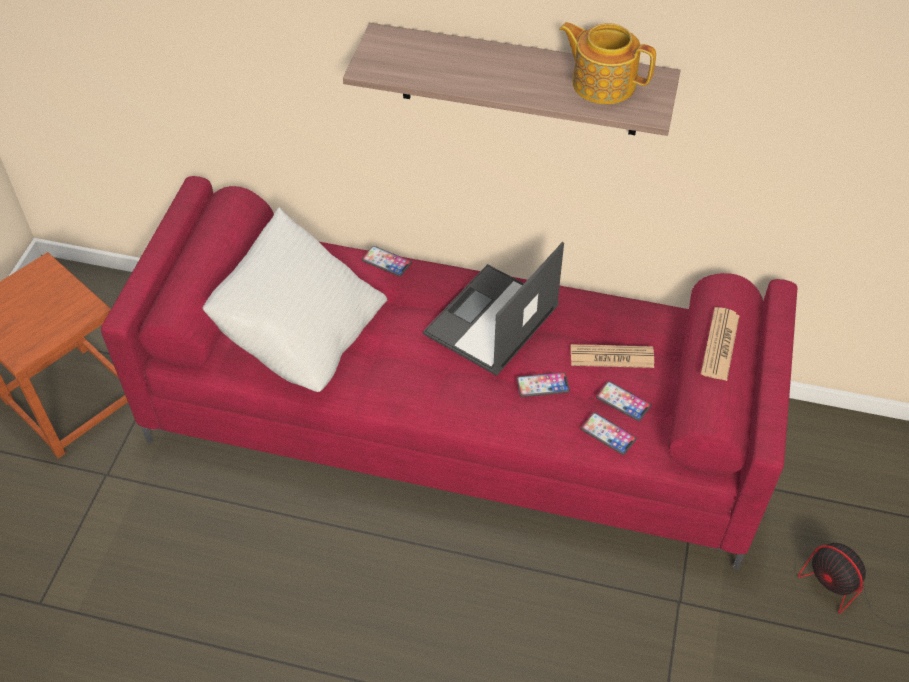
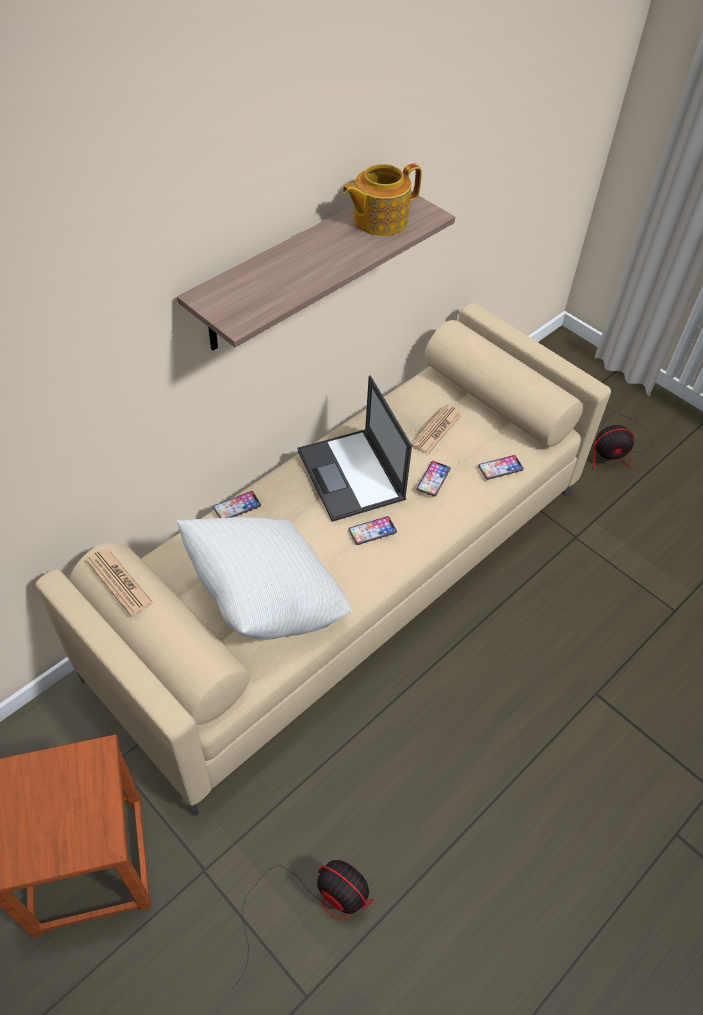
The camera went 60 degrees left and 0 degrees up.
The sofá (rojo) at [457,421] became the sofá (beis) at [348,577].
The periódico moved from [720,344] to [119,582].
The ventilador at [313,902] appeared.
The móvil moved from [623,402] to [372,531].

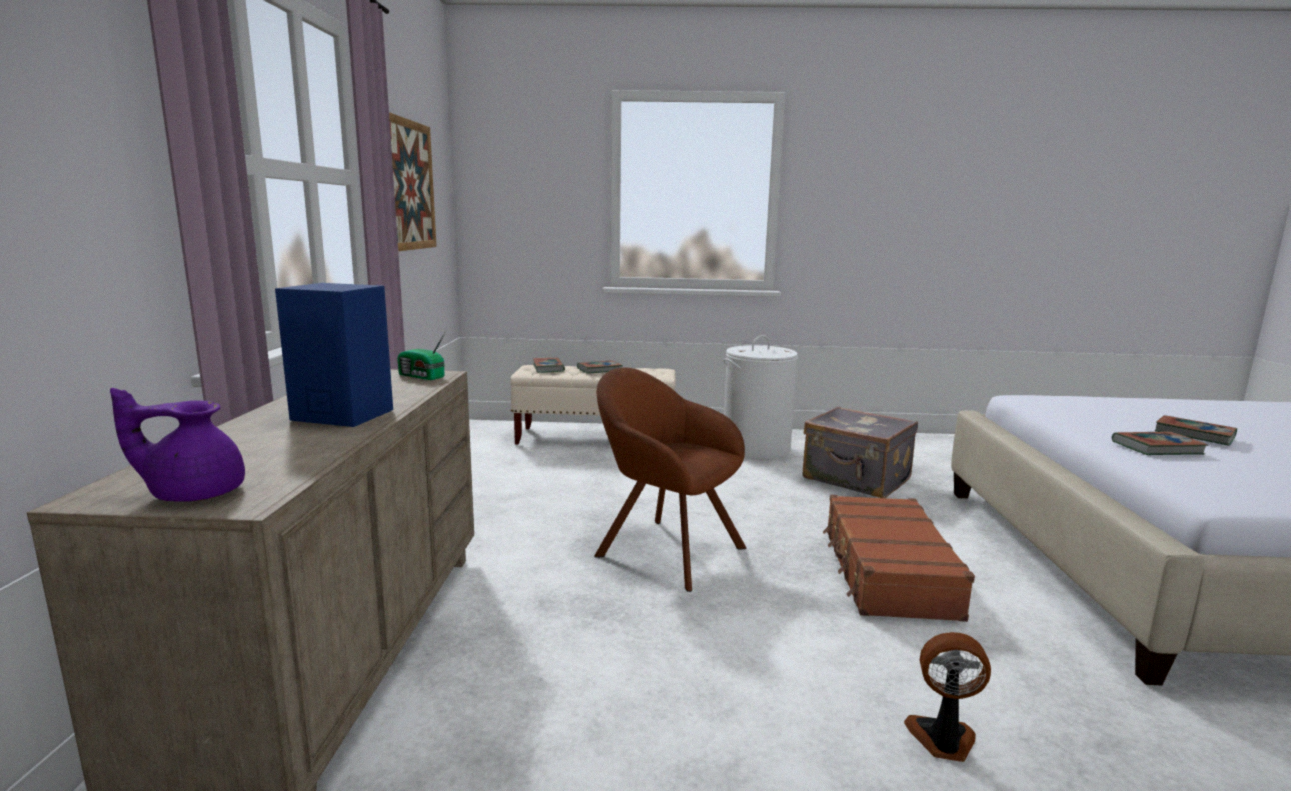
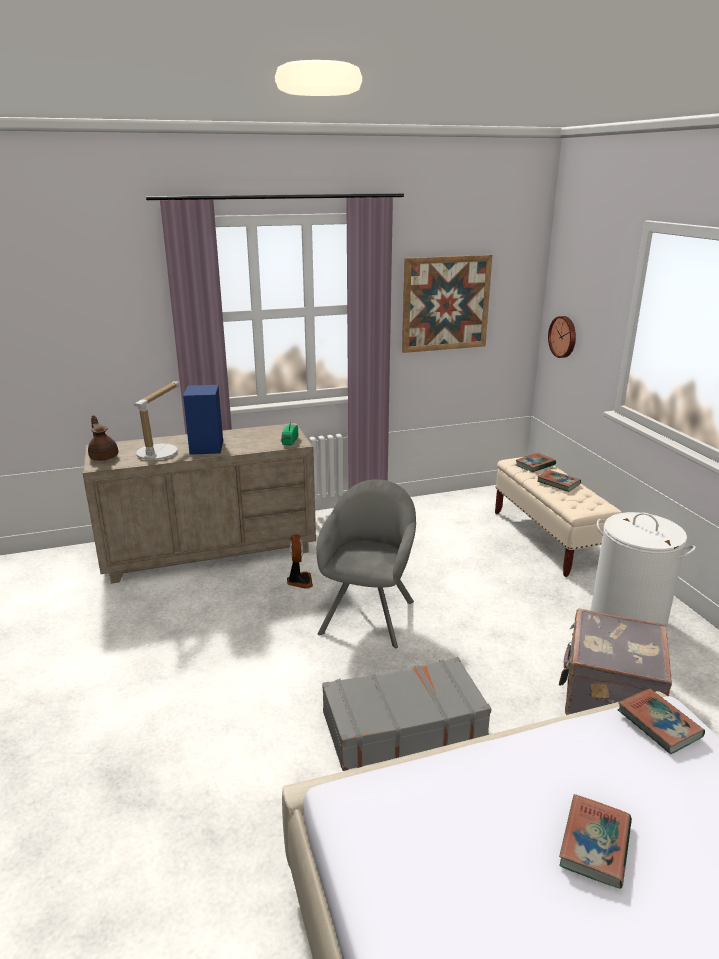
The camera went 70 degrees right and 10 degrees up.
The tetera (morado) at [194,493] became the tetera (marrón) at [104,457].
The lámpara de mesa at [160,451] appeared.
The ventilador moved from [942,740] to [299,581].
The sillón (marrón) at [664,549] became the sillón (gris) at [369,613].
The maleta (marrón) at [887,572] became the maleta (gris) at [402,725].
The reloj de pared at [563,336] appeared.
The libro moved from [1157,448] to [659,724].

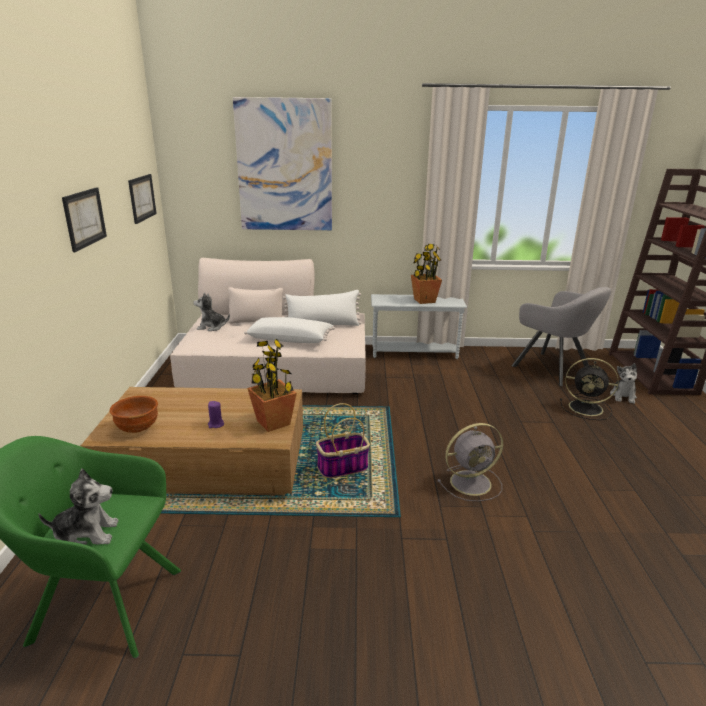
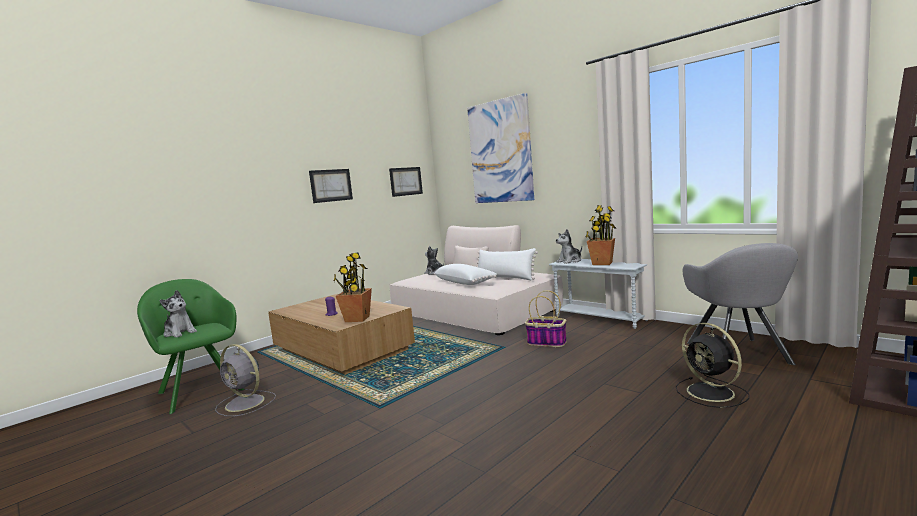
The camera went 45 degrees right and 15 degrees down.
The ventilador (gris) moved from [472,482] to [246,403].
The cesta moved from [342,468] to [545,343].
The peluche moved from [623,396] to [570,261].
The cuenco (marrón) at [138,429] disappeared.

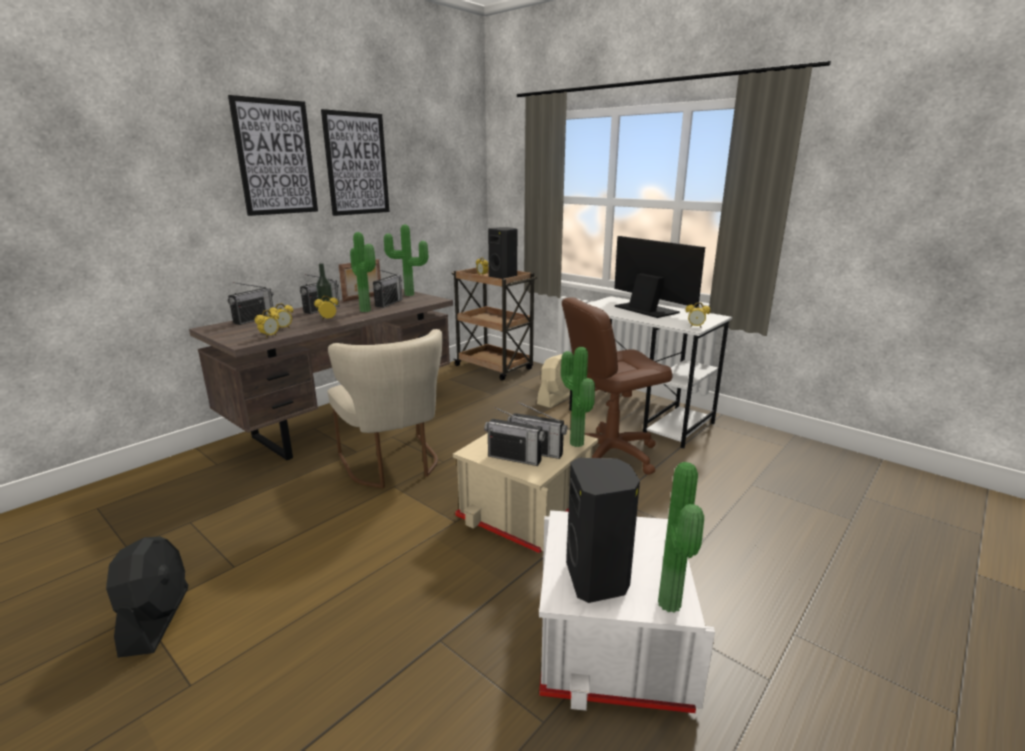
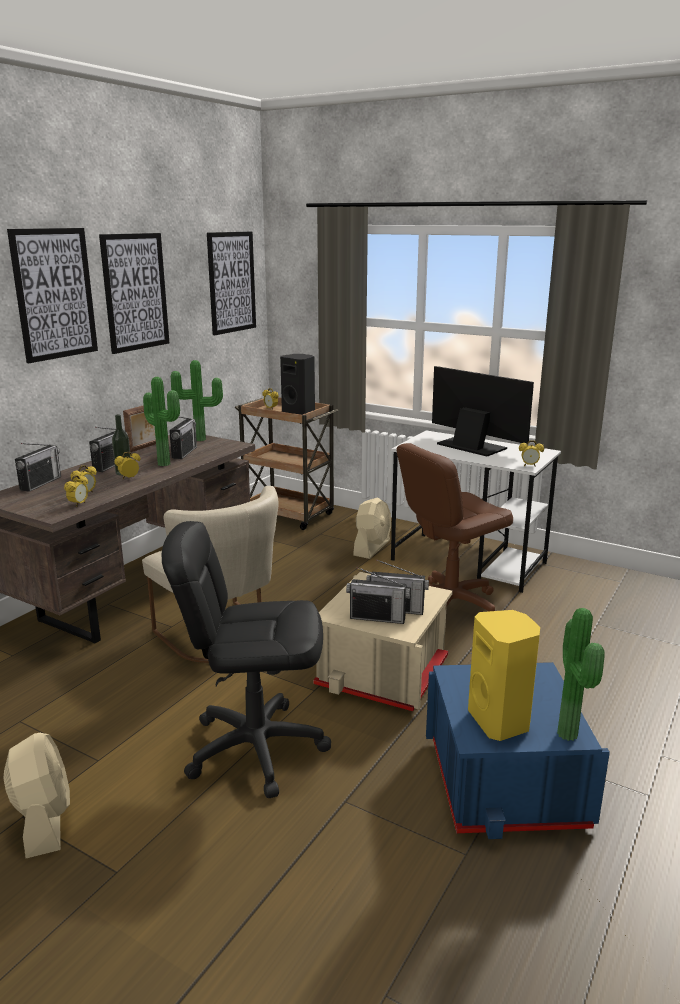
The camera went 10 degrees left and 0 degrees up.
The ventilador (negro) at [157,620] became the ventilador (beis) at [44,820].
The silla de oficina (negro) at [255,748] appeared.
The cuadro at [231,282] appeared.
The caja de almacenaje (blanco) at [612,641] became the caja de almacenaje (azul) at [505,782].
The altavoz (negro) at [598,579] became the altavoz (amarillo) at [500,721].
The planta en maceta at [574,444] disappeared.

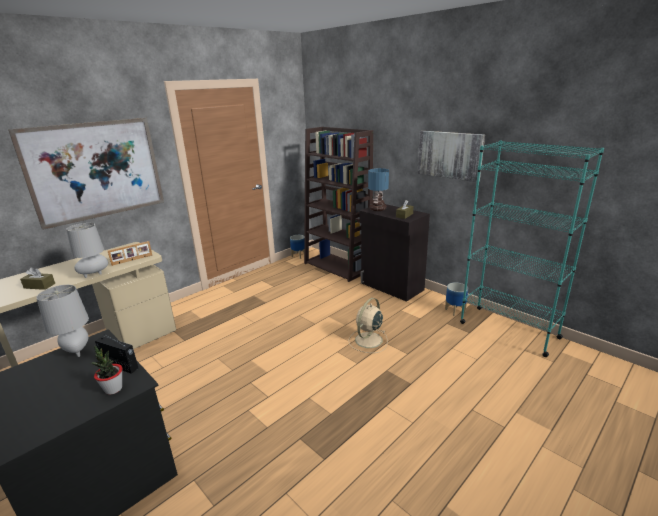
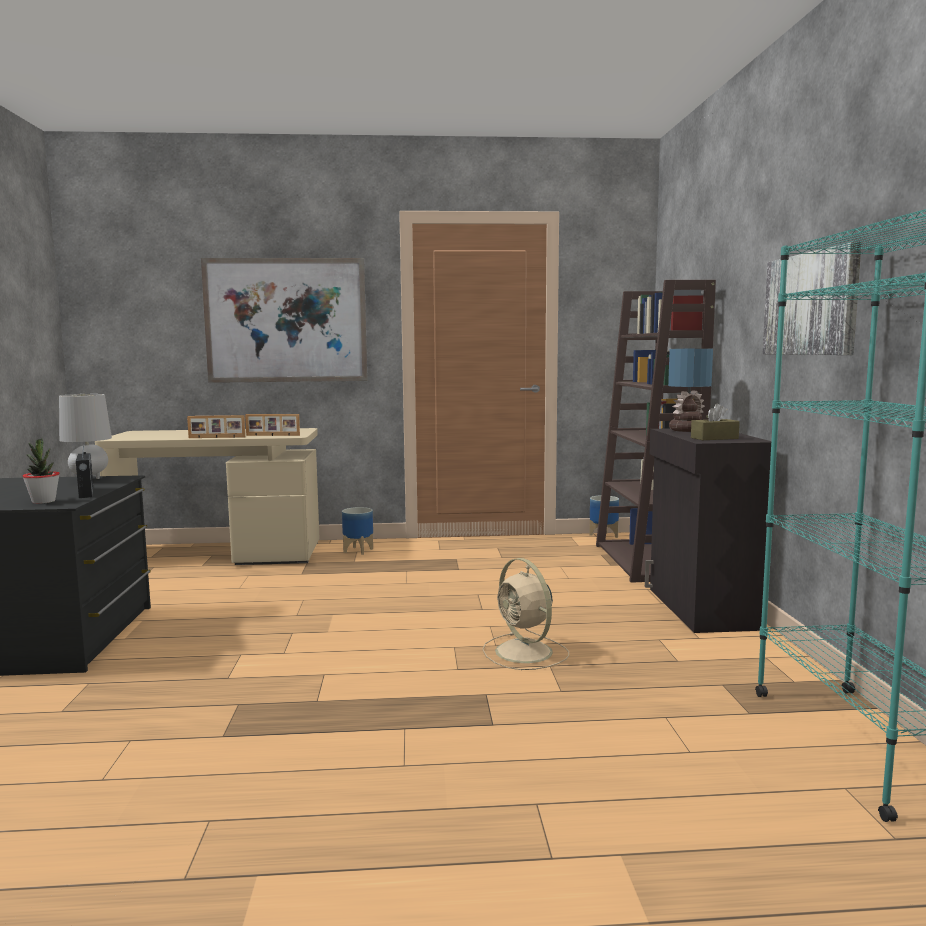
The camera went 40 degrees right and 15 degrees down.
The lámpara de mesa (gris) at [95,274] was replaced by the portarretratos at [216,437].
The maceta moved from [455,311] to [358,551].
The ventilador (beis) at [368,340] turned 105 degrees counterclockwise.
The caja de pañuelos (marrón) at [39,286] disappeared.

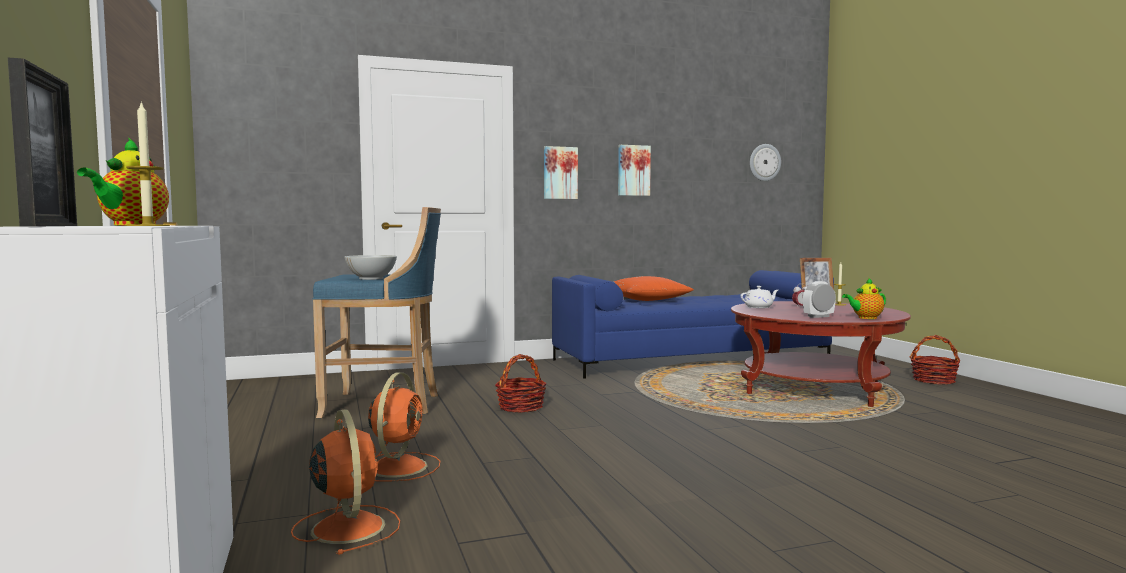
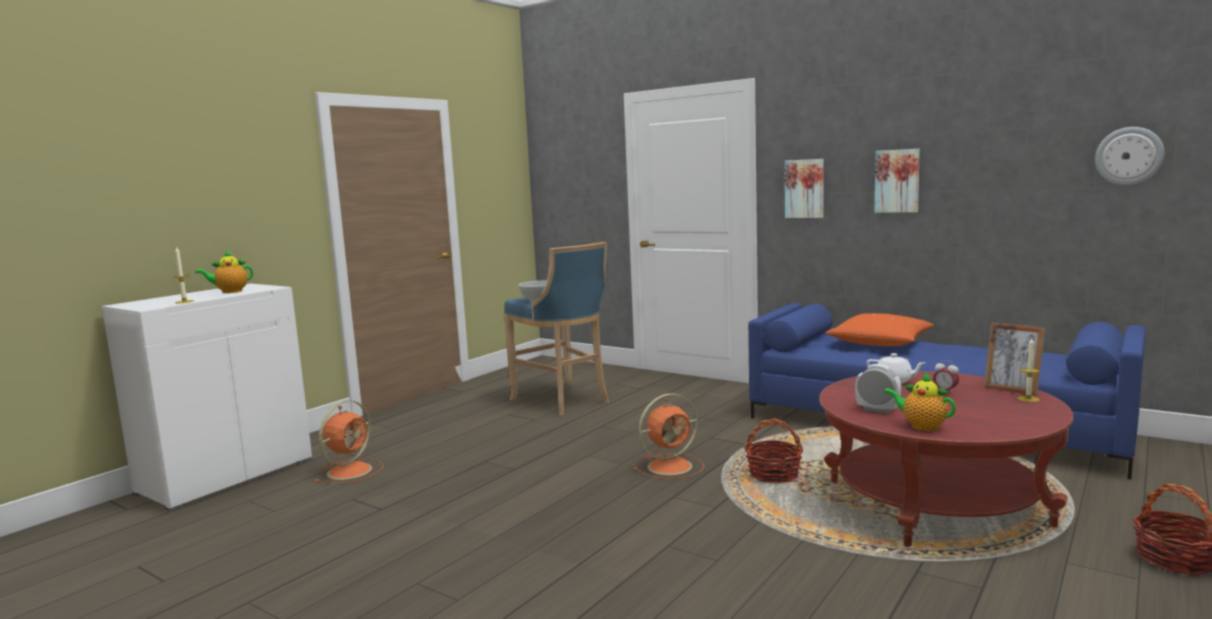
The camera went 55 degrees right and 5 degrees up.
The ventilador (naranja) moved from [399,466] to [671,466].
The cesta moved from [521,407] to [774,475].
The portarretratos at [50,226] disappeared.

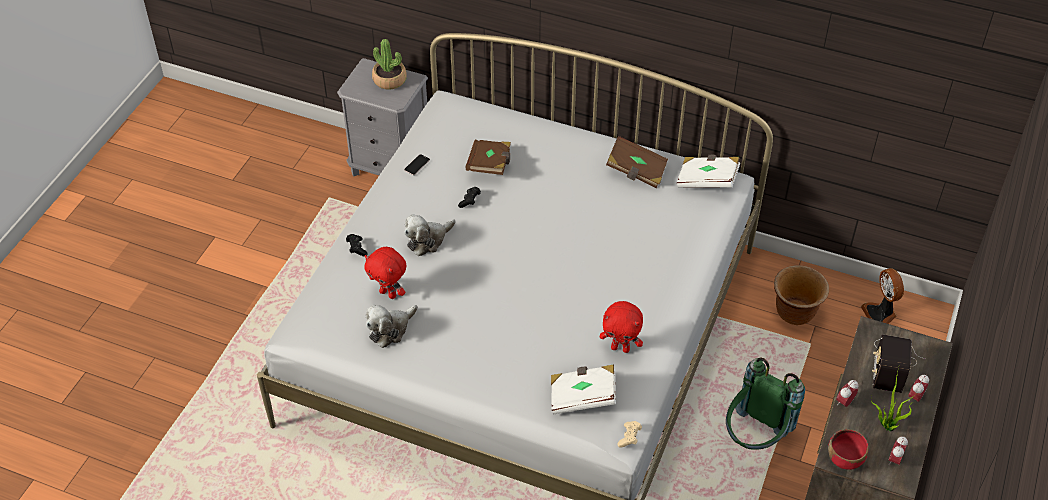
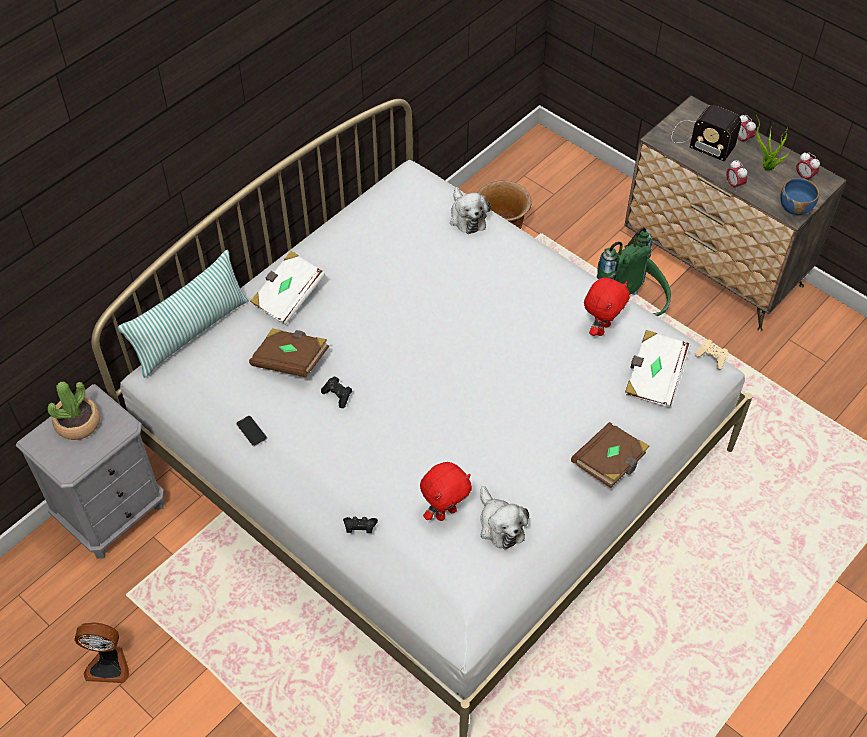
The camera went 70 degrees left and 5 degrees up.
The ventilador moved from [880,314] to [109,664].
The cojín at [191,333] appeared.
The libro (blanco) moved from [707,180] to [288,297].
The peluche moved from [428,240] to [467,217].
The libro (marrón) moved from [636,171] to [610,463].
The cuenco (rojo) at [845,459] became the cuenco (azul) at [795,207].

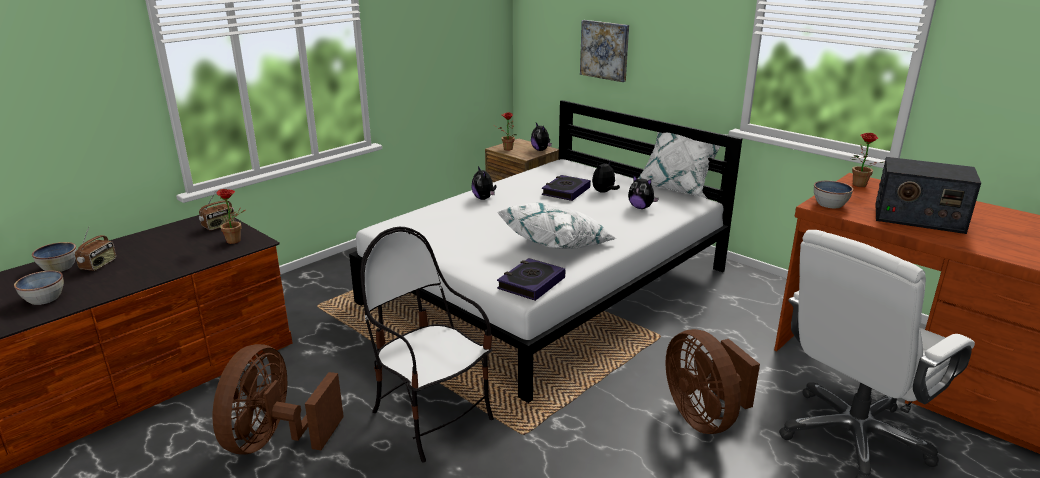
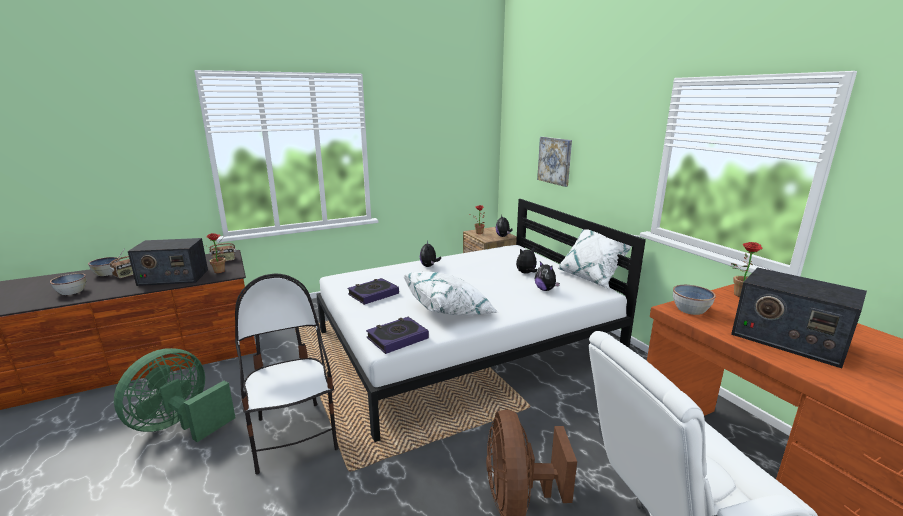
The camera went 20 degrees right and 5 degrees down.
The ventilador (marrón) at [275,440] became the ventilador (verde) at [180,425].
The radio at [173,277] appeared.
The libro moved from [566,191] to [373,294].

